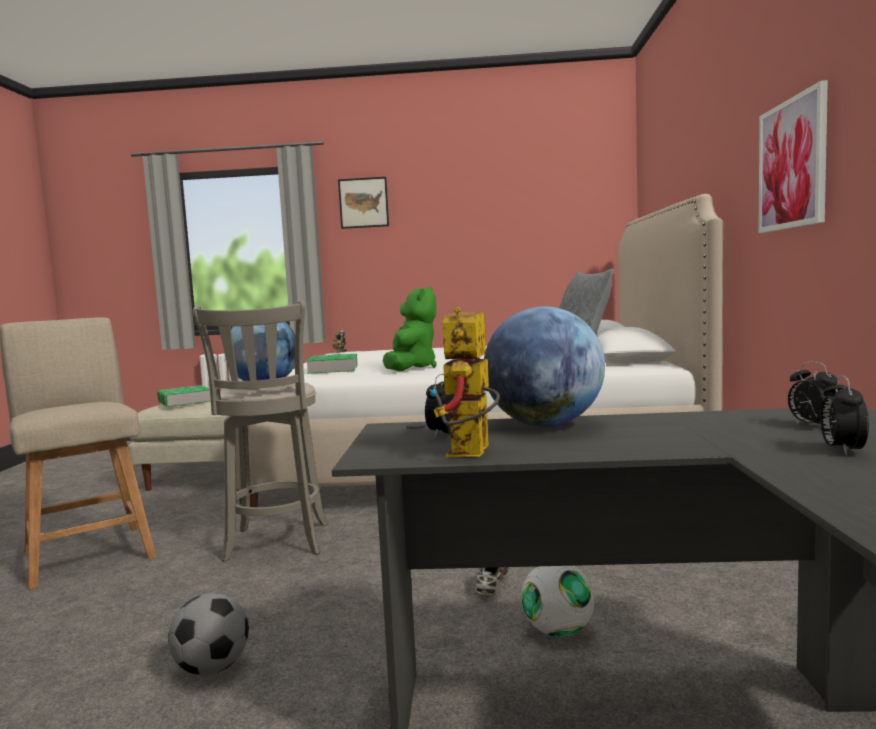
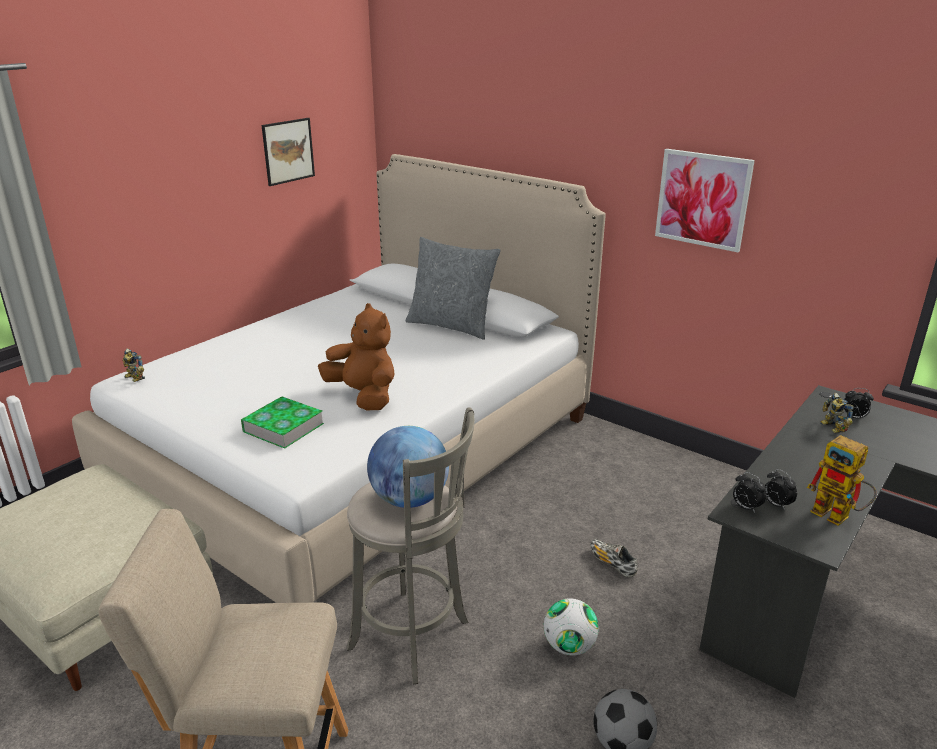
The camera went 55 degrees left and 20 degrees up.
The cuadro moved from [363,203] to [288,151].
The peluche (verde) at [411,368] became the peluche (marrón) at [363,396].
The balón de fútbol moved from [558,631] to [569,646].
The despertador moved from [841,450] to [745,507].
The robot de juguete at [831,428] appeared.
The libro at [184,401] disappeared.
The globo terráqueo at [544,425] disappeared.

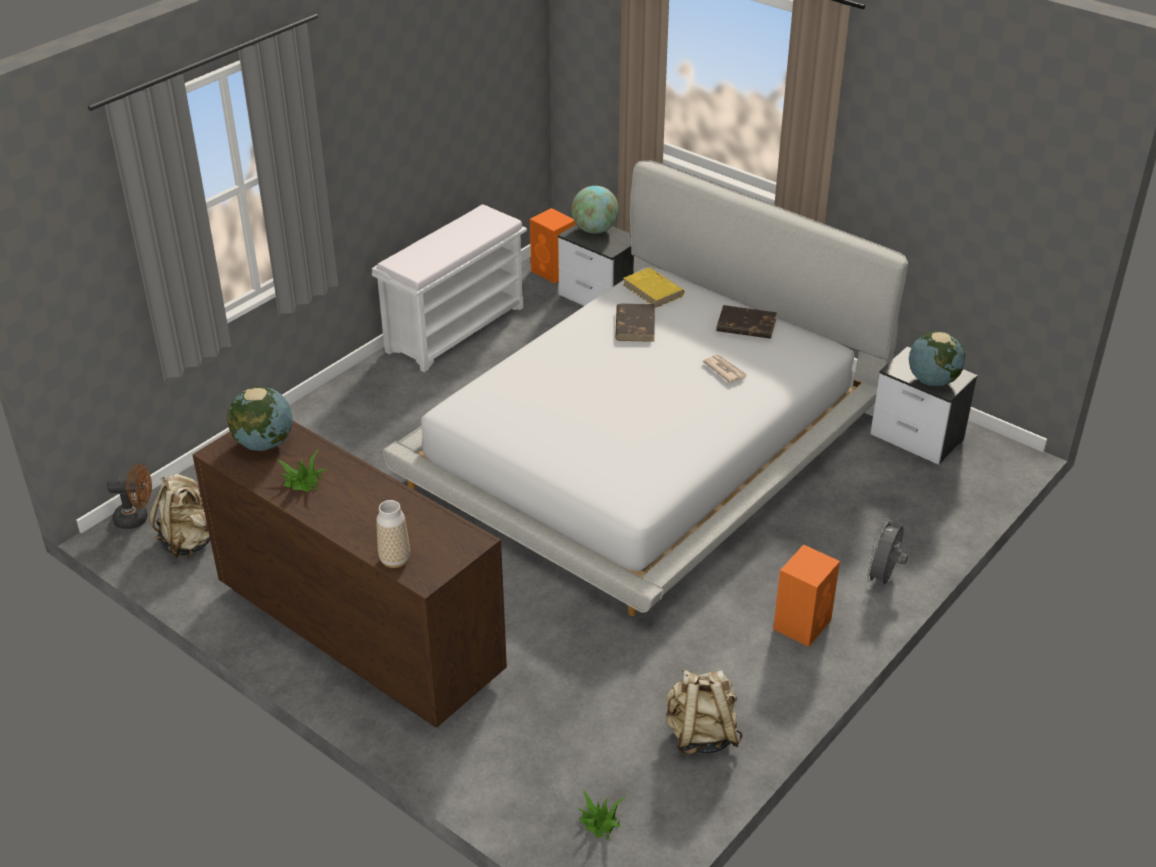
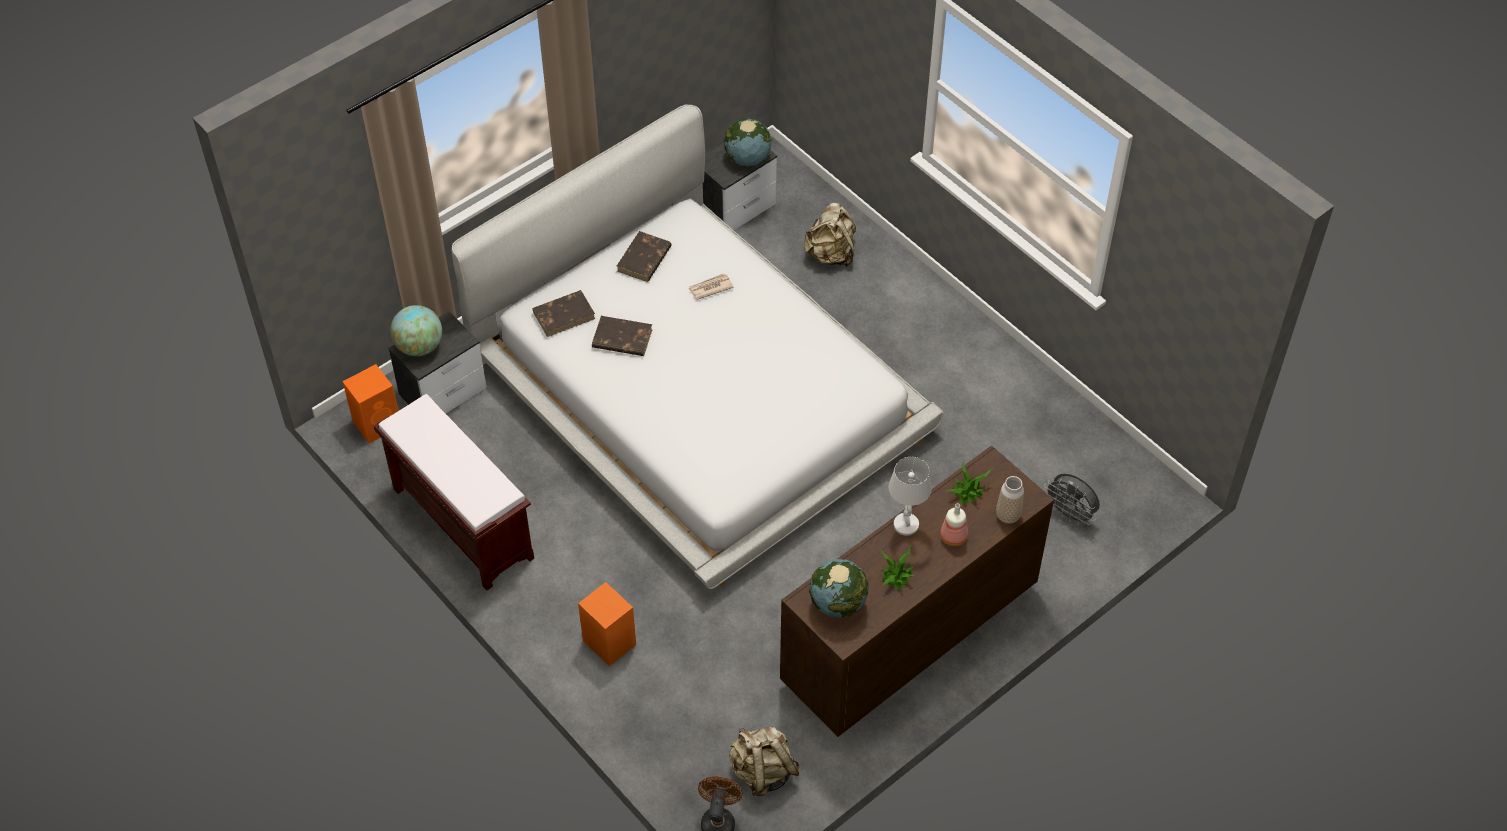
The camera went 80 degrees left and 15 degrees up.
The banco (blanco) at [456,328] became the banco (marrón) at [461,523].
The libro (amarillo) at [653,290] became the libro (marrón) at [564,315].
The altavoz (naranja) moved from [803,623] to [608,642].
The mochila (beis) moved from [700,734] to [831,254].
The lámpara de mesa (blanco) at [905,524] appeared.
The botella at [954,536] appeared.
The planta en maceta moved from [600,823] to [968,491].
The ventilador (gris) moved from [882,578] to [1070,514].

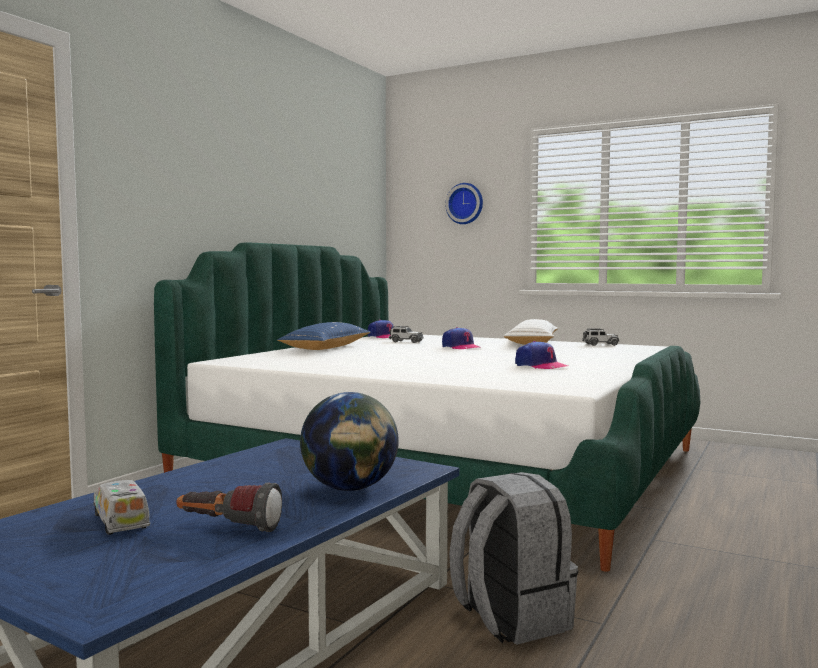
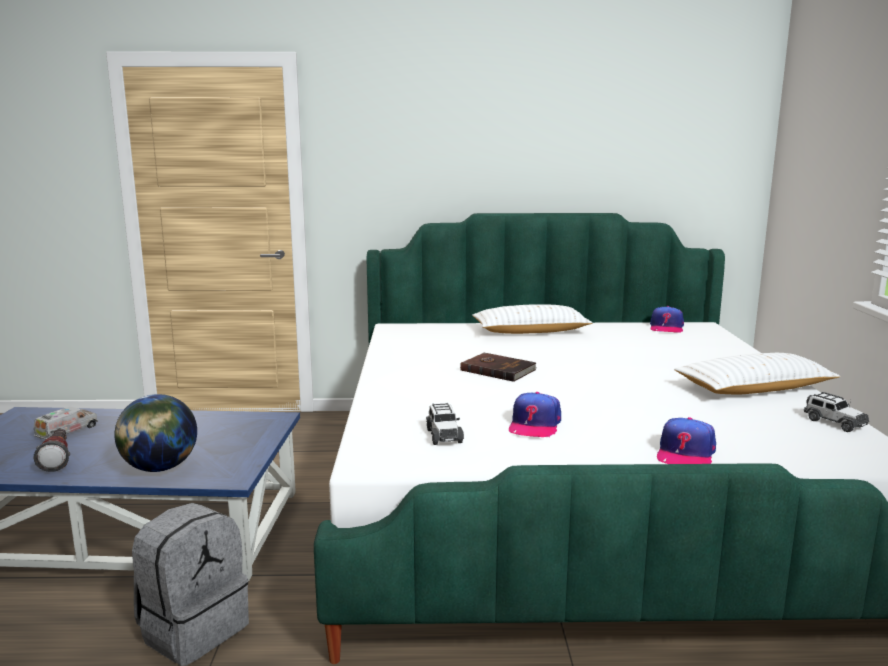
The camera went 60 degrees right and 10 degrees up.
The coche de juguete moved from [406,342] to [443,435].
The libro (marrón) at [498,369] appeared.
The cojín (azul) at [326,348] became the cojín (blanco) at [530,331].
The gorra moved from [461,347] to [685,453].
The reloj de pared at [465,203] disappeared.

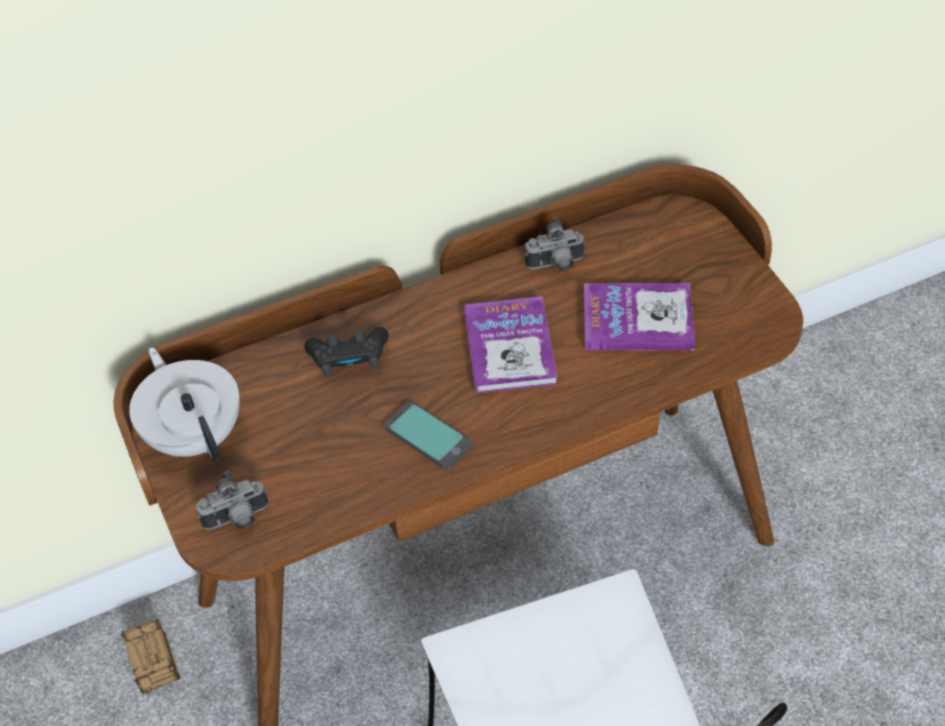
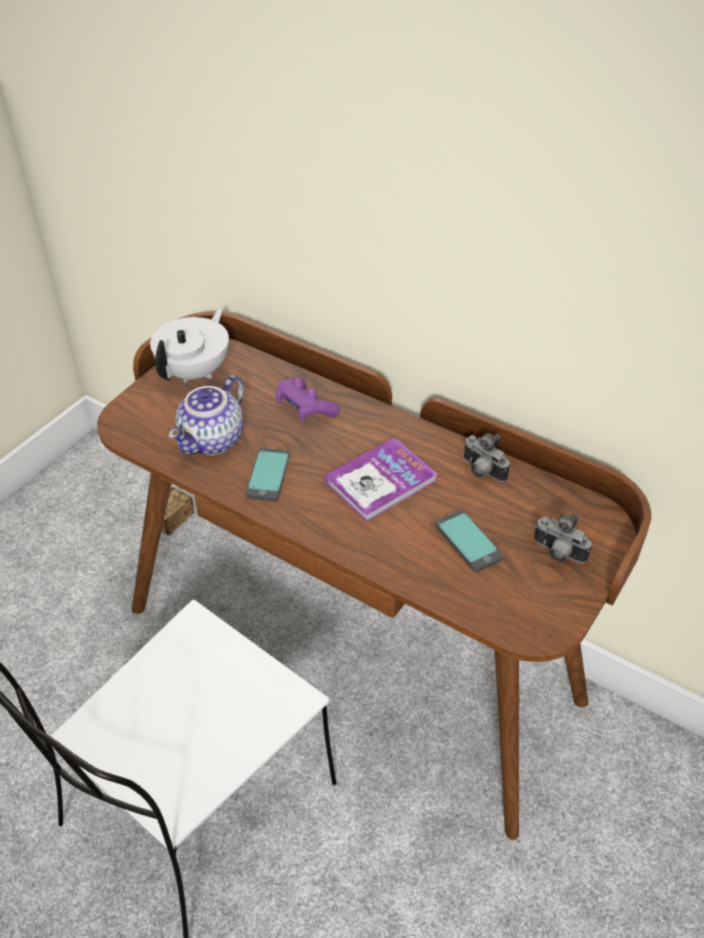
The camera went 55 degrees right and 5 degrees down.
The tetera at [213,441] appeared.
The mando de consola (negro) at [349,360] became the mando de consola (morado) at [305,408].
The libro at [637,319] was replaced by the móvil at [468,541].
The cámara moved from [237,520] to [557,553].

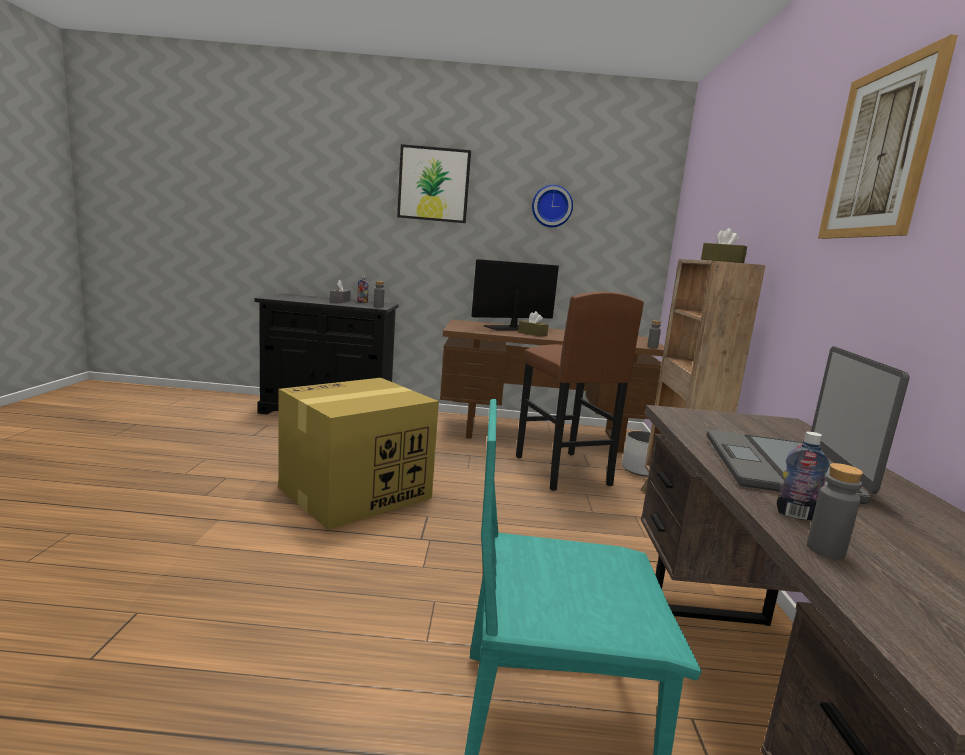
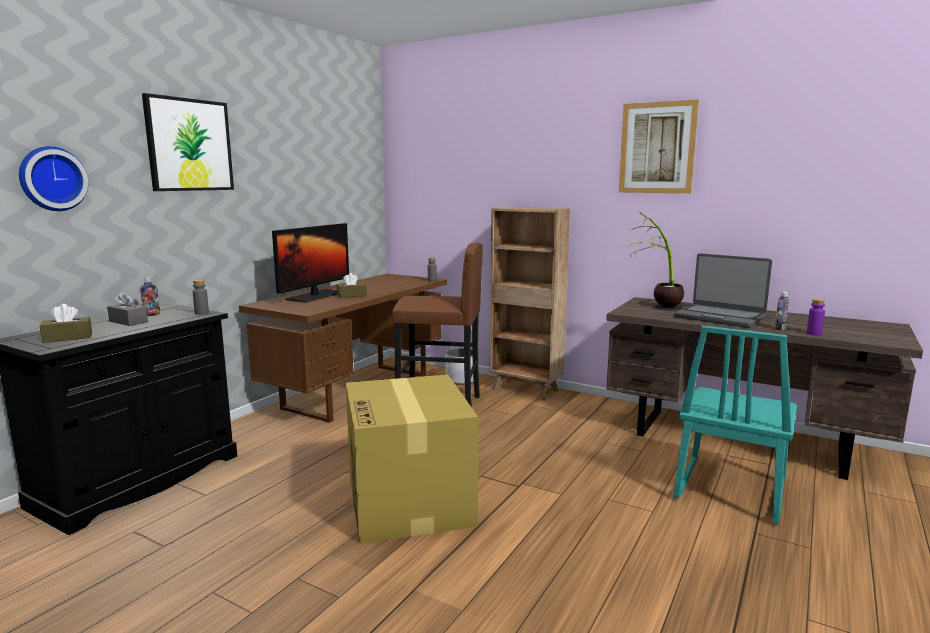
The camera went 60 degrees left and 0 degrees up.
The reloj de pared moved from [552,206] to [51,179].
The caja de pañuelos (marrón) moved from [722,261] to [68,337].
The monitor at [512,328] turned 150 degrees counterclockwise.
The planta en maceta at [656,309] appeared.
The botella (gris) at [825,550] became the botella (morado) at [814,333].

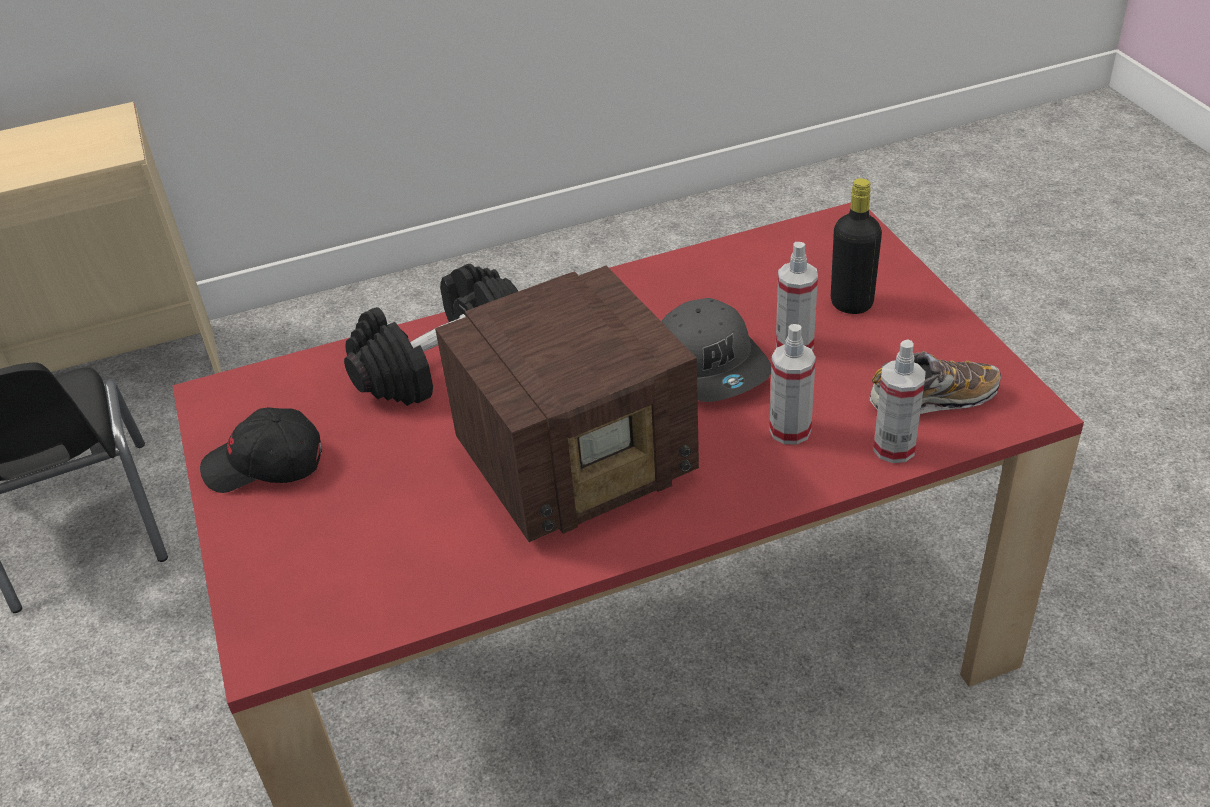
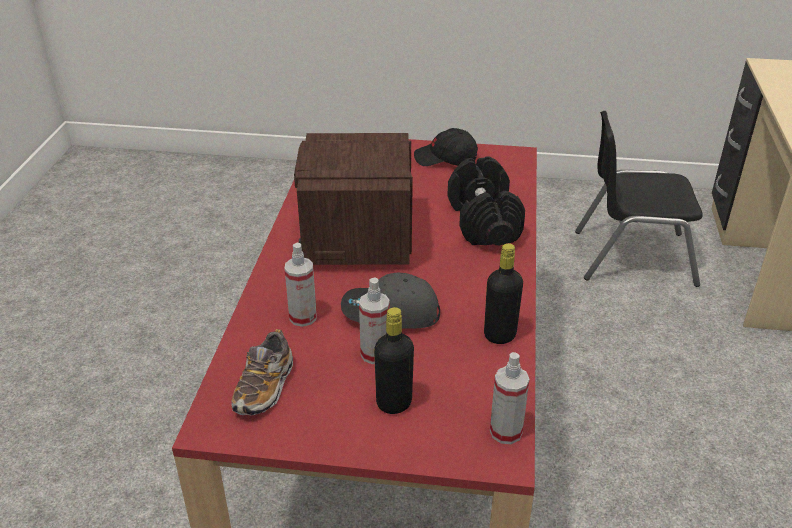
The camera went 115 degrees right and 5 degrees down.
The gorra (negro) at [265,466] turned 105 degrees counterclockwise.
The botella (negro) at [499,335] appeared.
The pulverizador moved from [894,448] to [506,432].

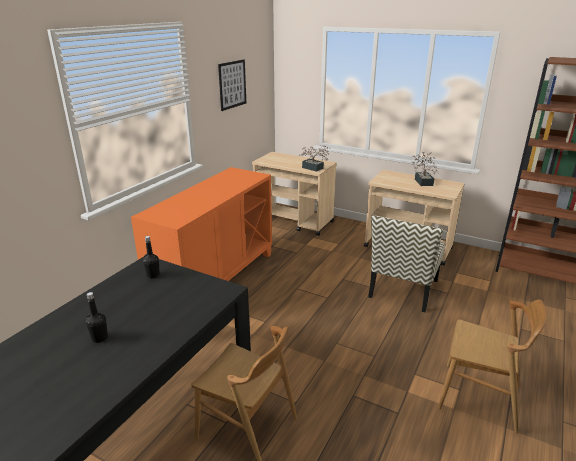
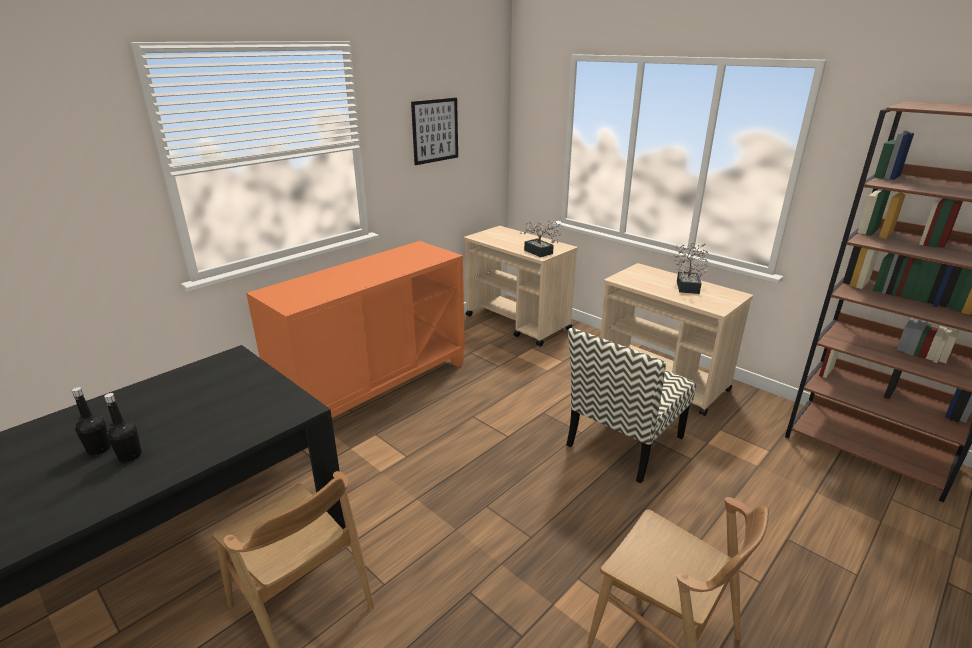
The camera went 15 degrees right and 0 degrees up.
The botella (negro) moved from [153,275] to [130,456].

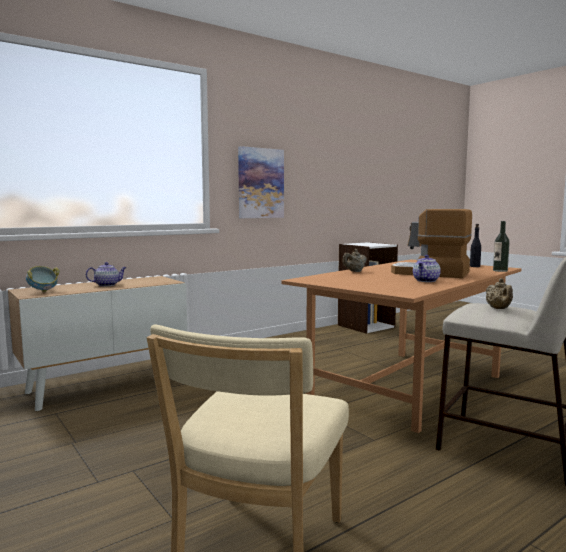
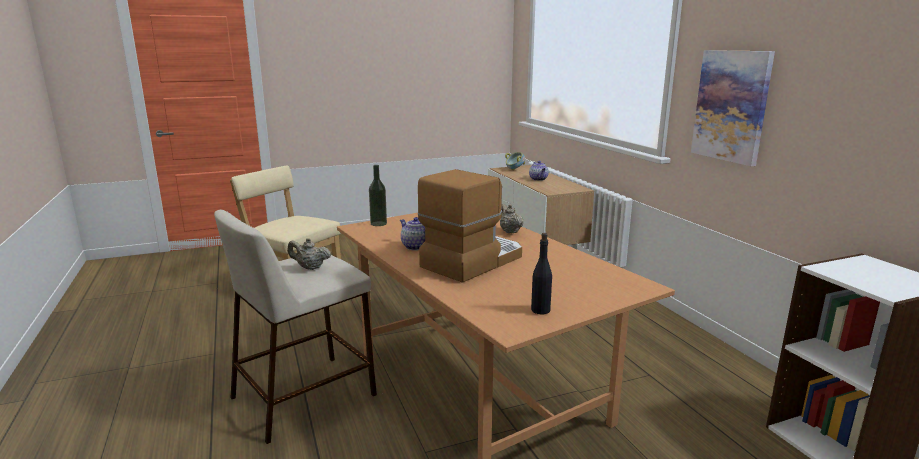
The camera went 105 degrees right and 10 degrees up.
The botella moved from [500,270] to [378,223].

